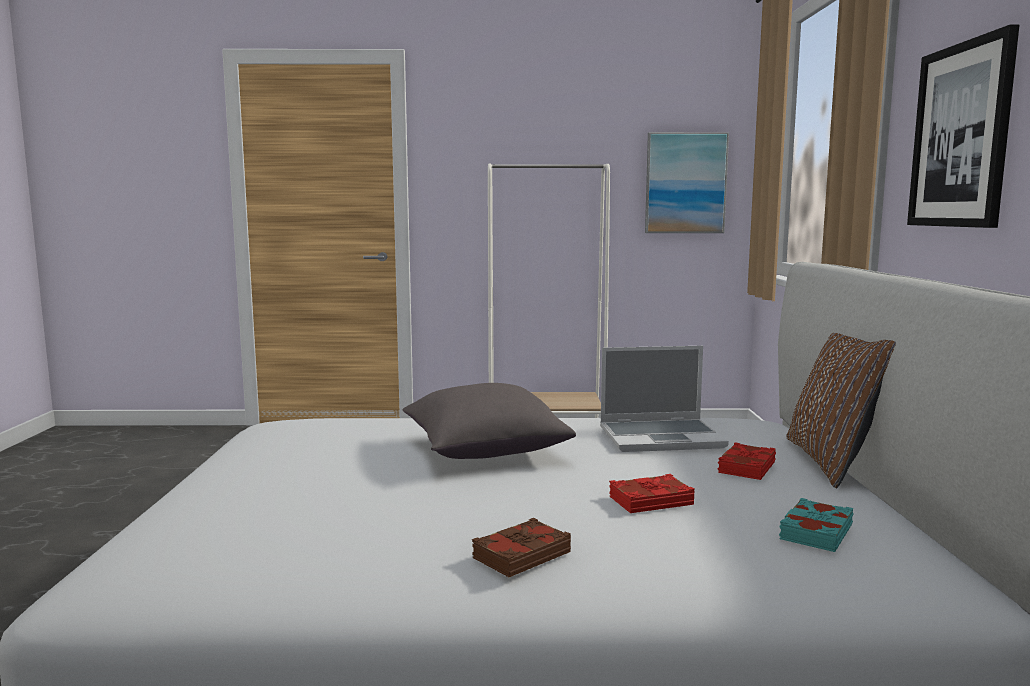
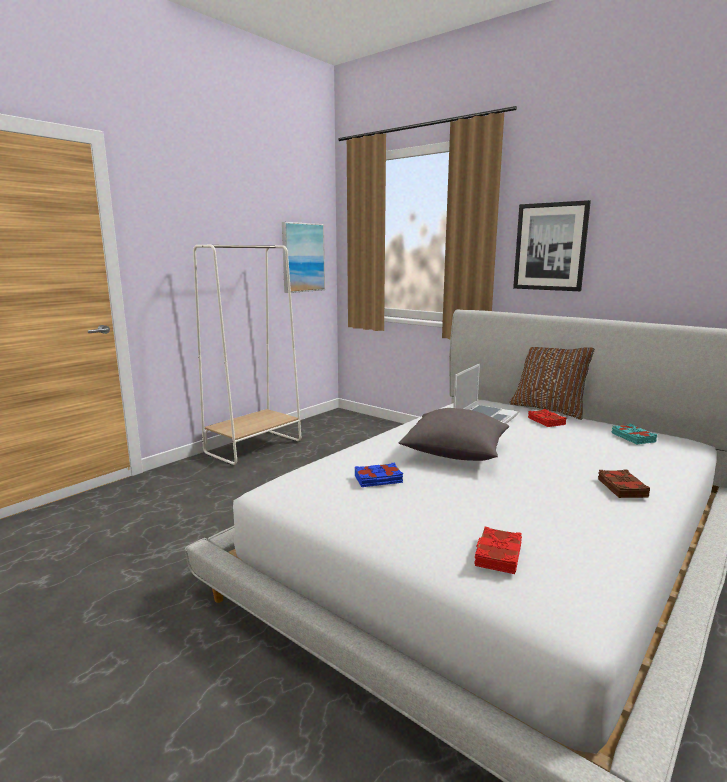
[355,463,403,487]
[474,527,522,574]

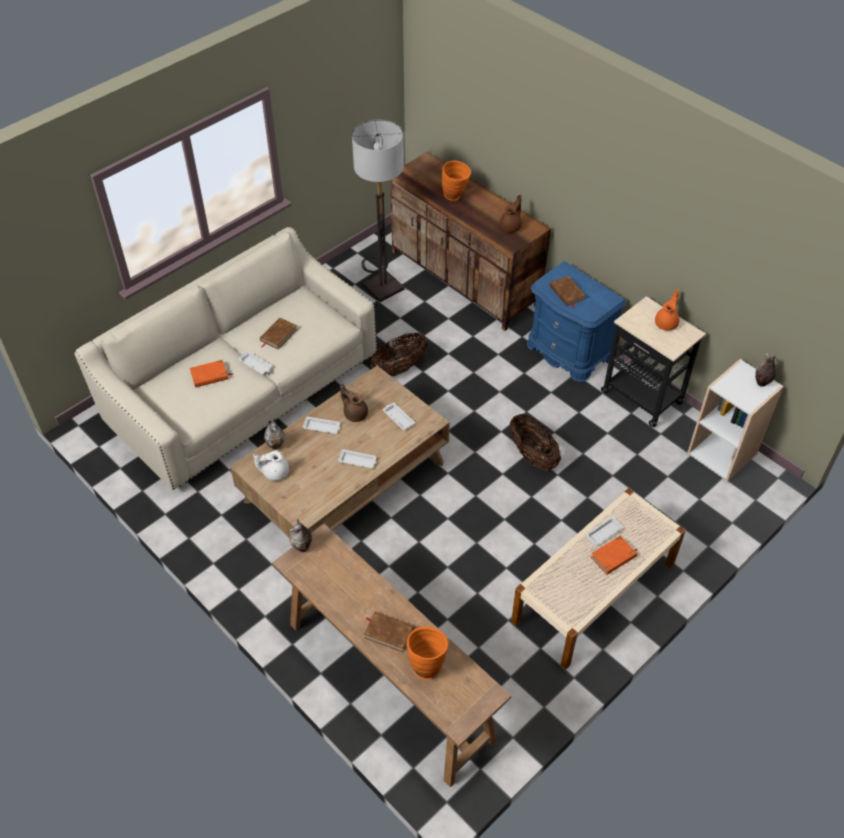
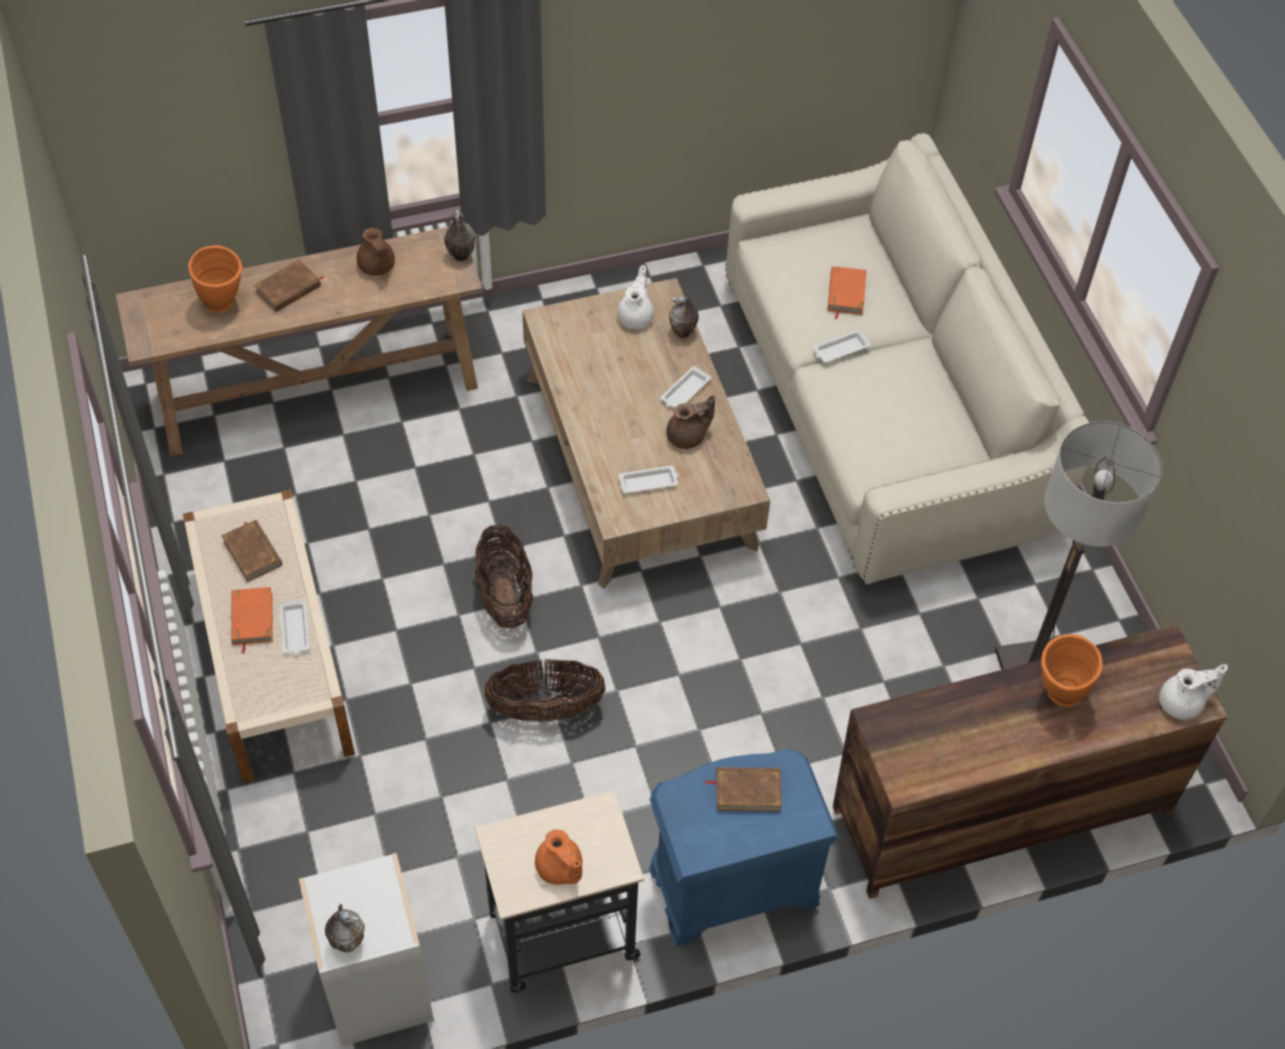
[221,520,282,582]
[357,228,395,276]
[475,525,533,628]
[1159,664,1228,720]
[338,449,377,469] (first image)

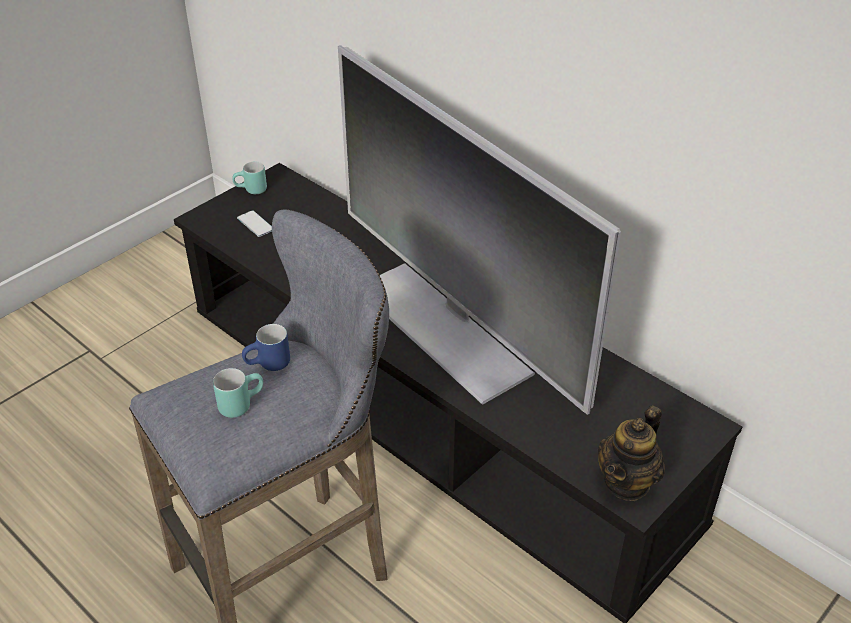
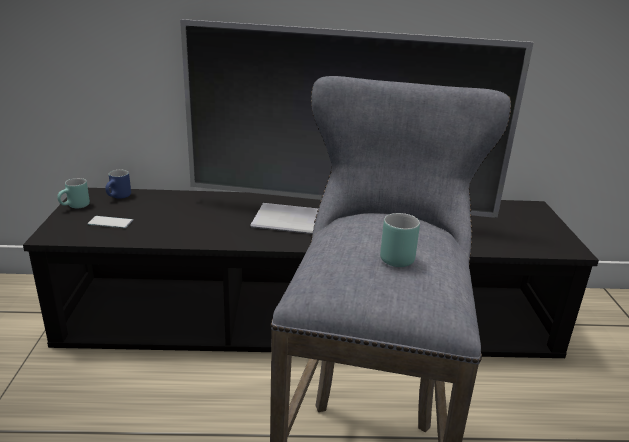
[105,170,131,199]
[598,405,665,501] (first image)

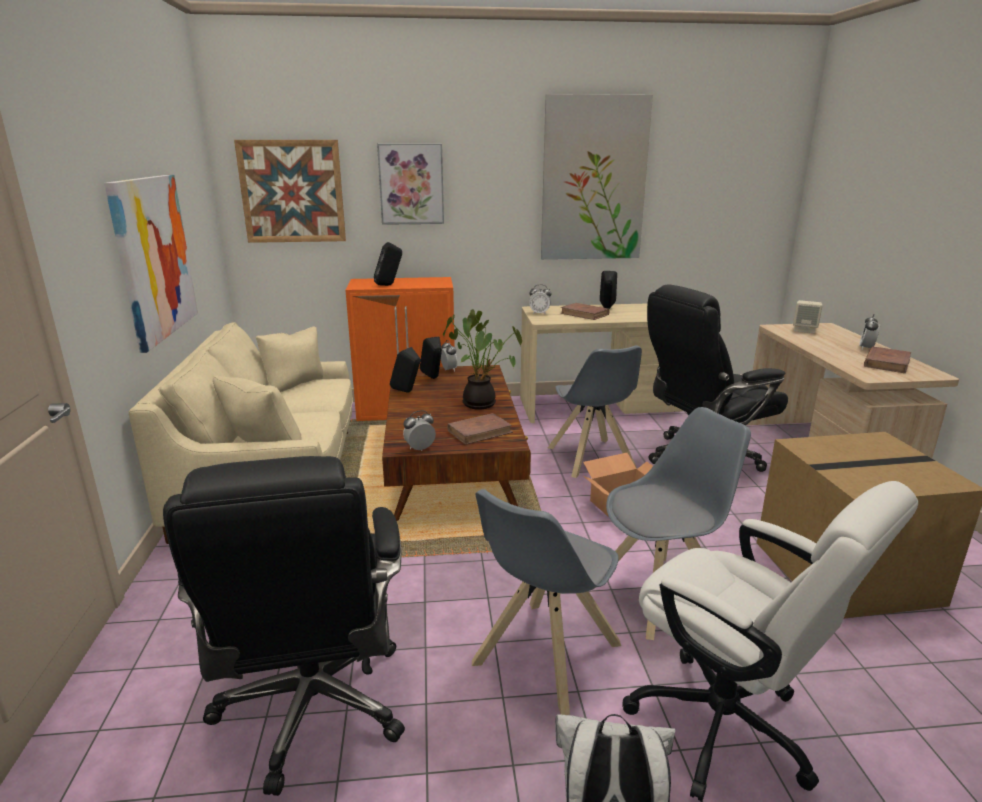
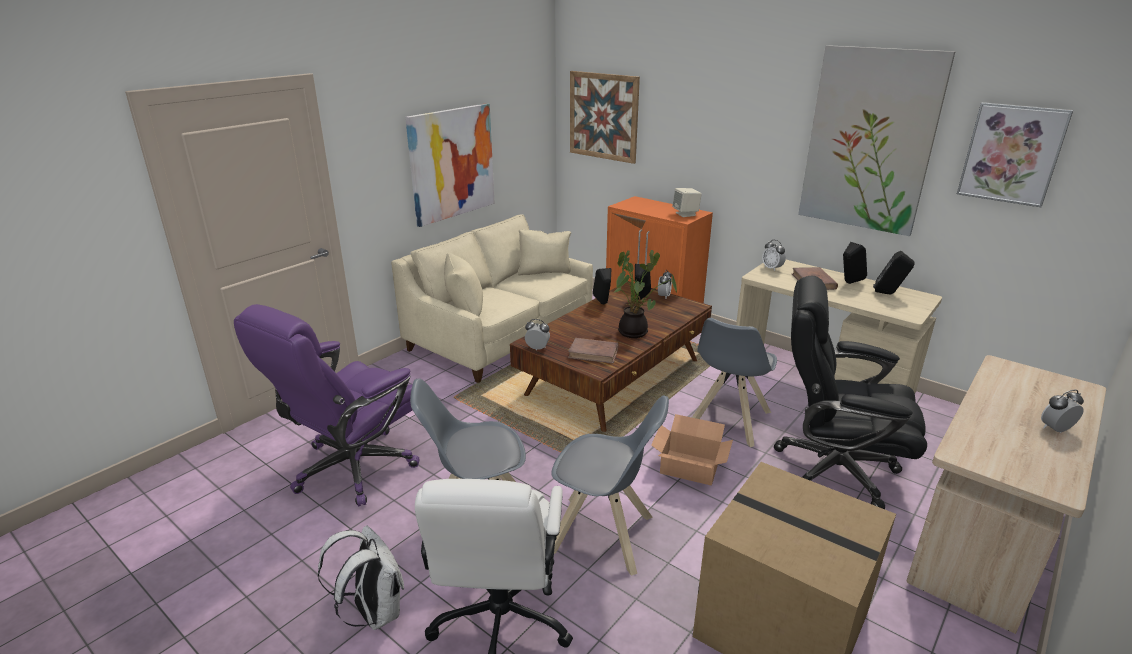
[234,304,420,506]
[672,188,702,217]
[873,251,915,294]
[957,102,1073,207]
[864,346,911,373] (first image)

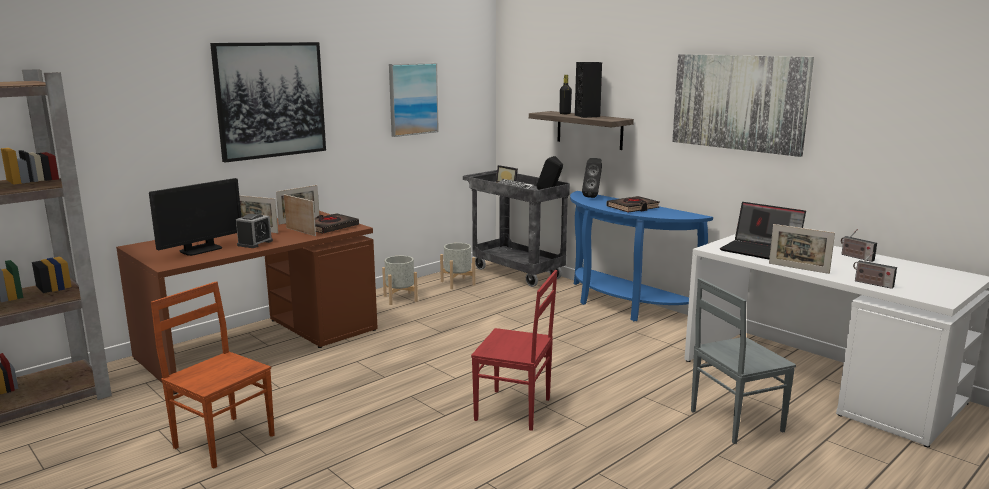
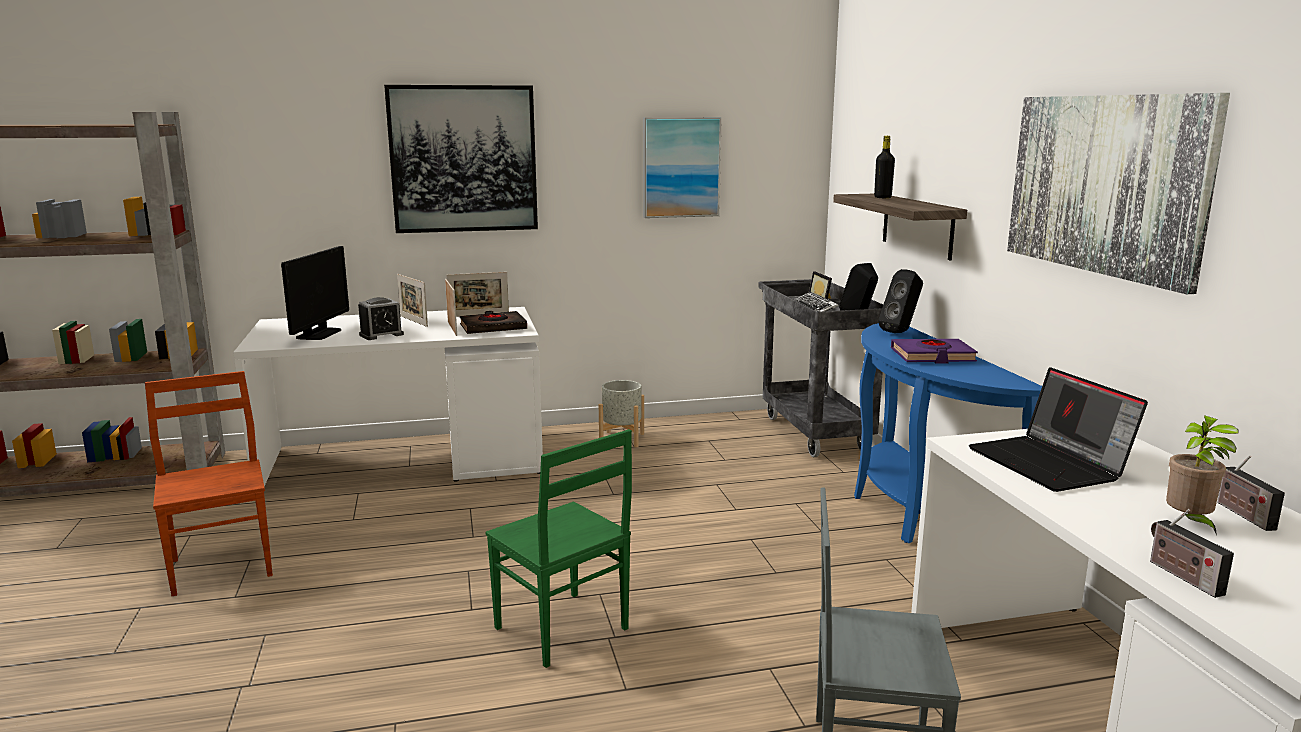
[233,307,543,486]
[281,246,349,340]
[486,429,632,668]
[891,339,978,364]
[1166,415,1238,536]
[440,243,475,289] (first image)
[575,62,602,118] (first image)
[769,224,835,274] (first image)

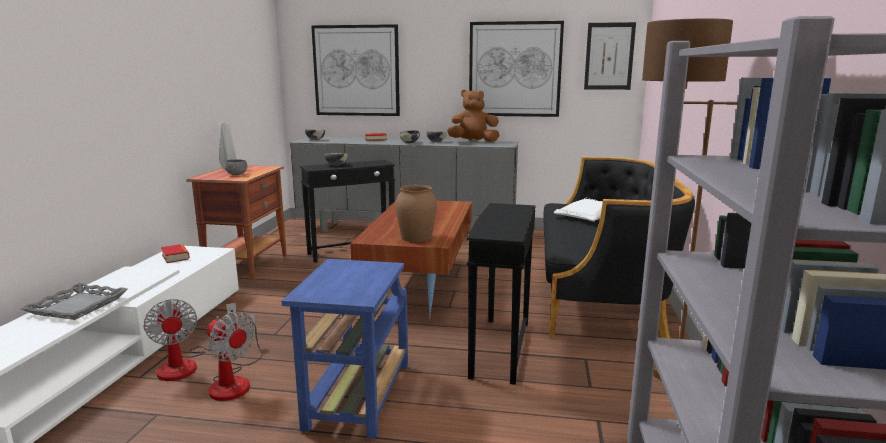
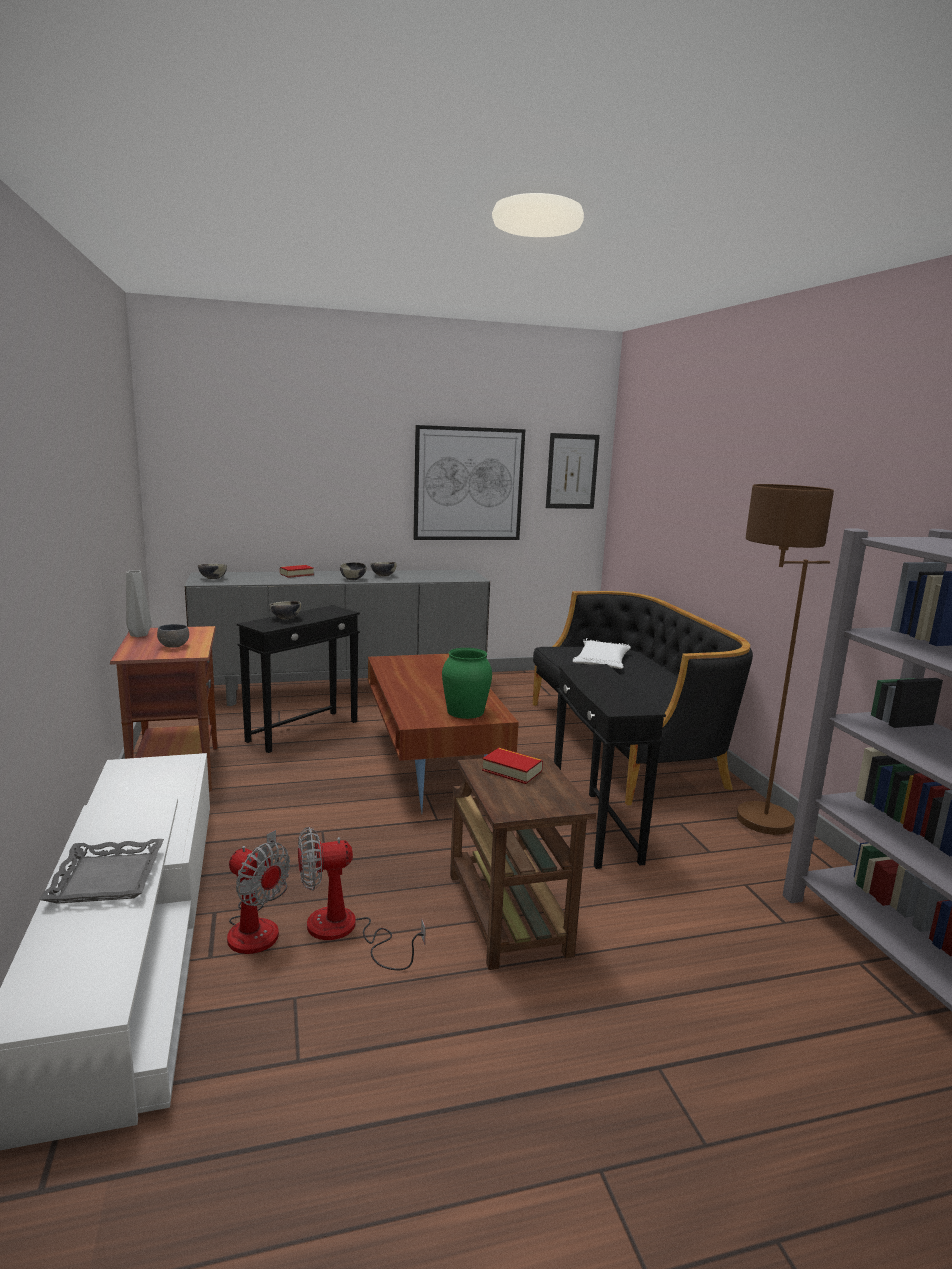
[298,827,426,970]
[442,648,492,719]
[450,753,596,970]
[482,748,543,784]
[311,24,400,116] (first image)
[447,90,499,142] (first image)

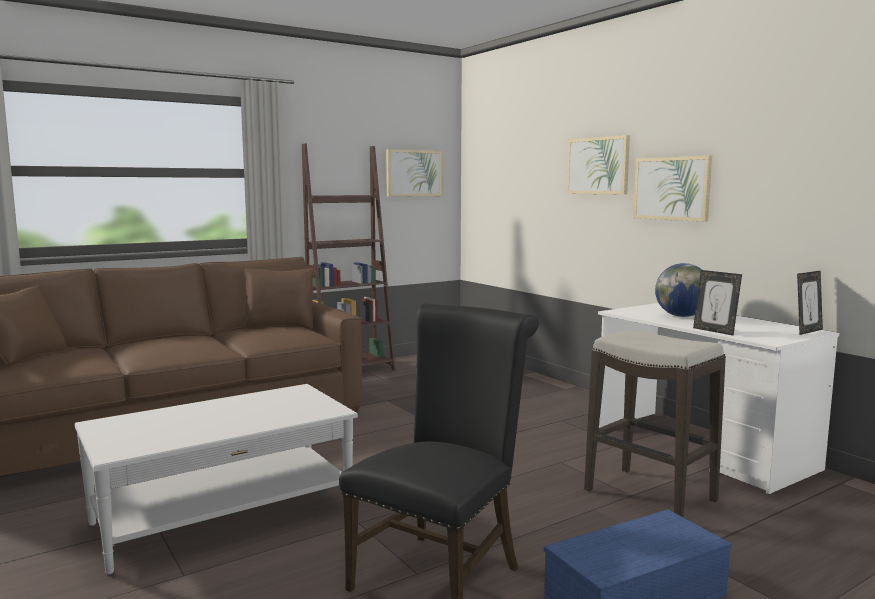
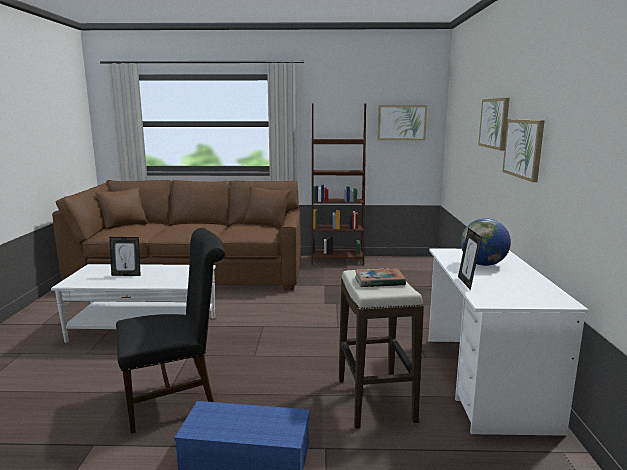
[109,237,141,276]
[355,268,406,287]

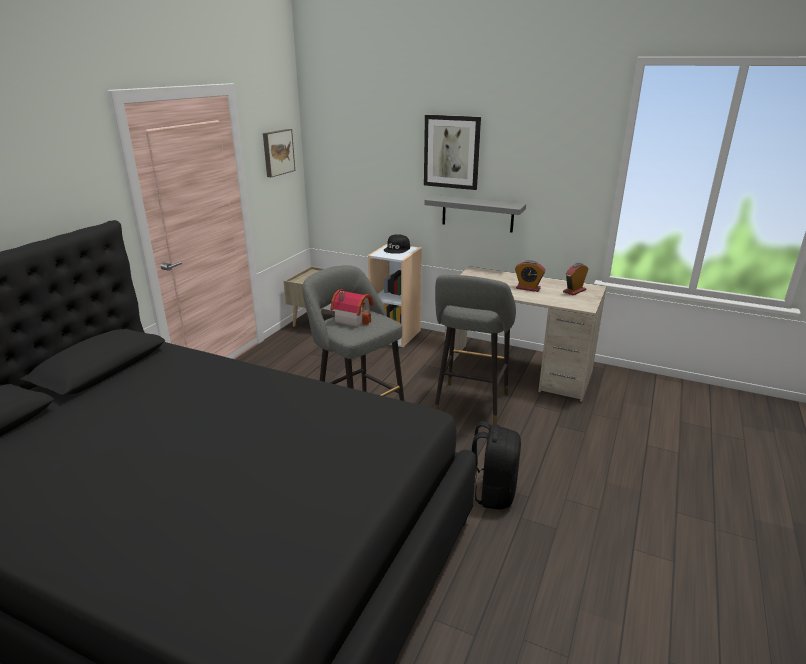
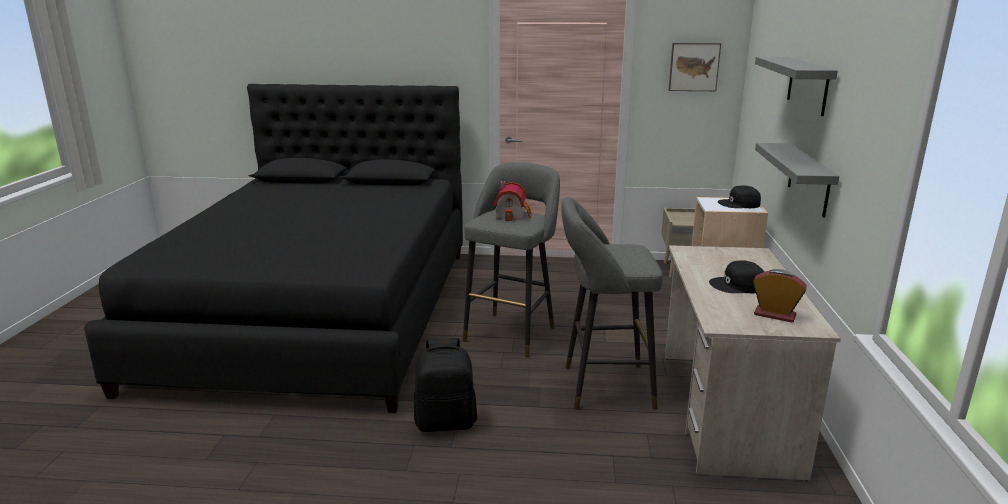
[709,260,764,293]
[755,57,838,116]

